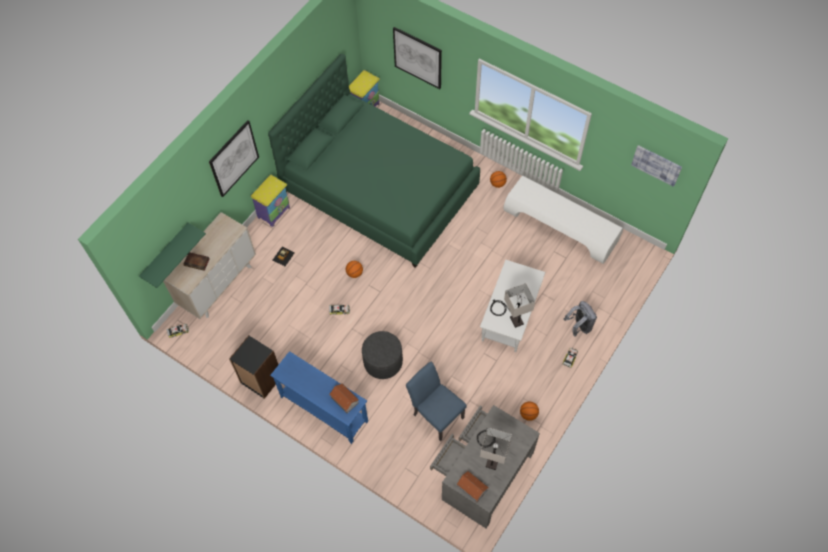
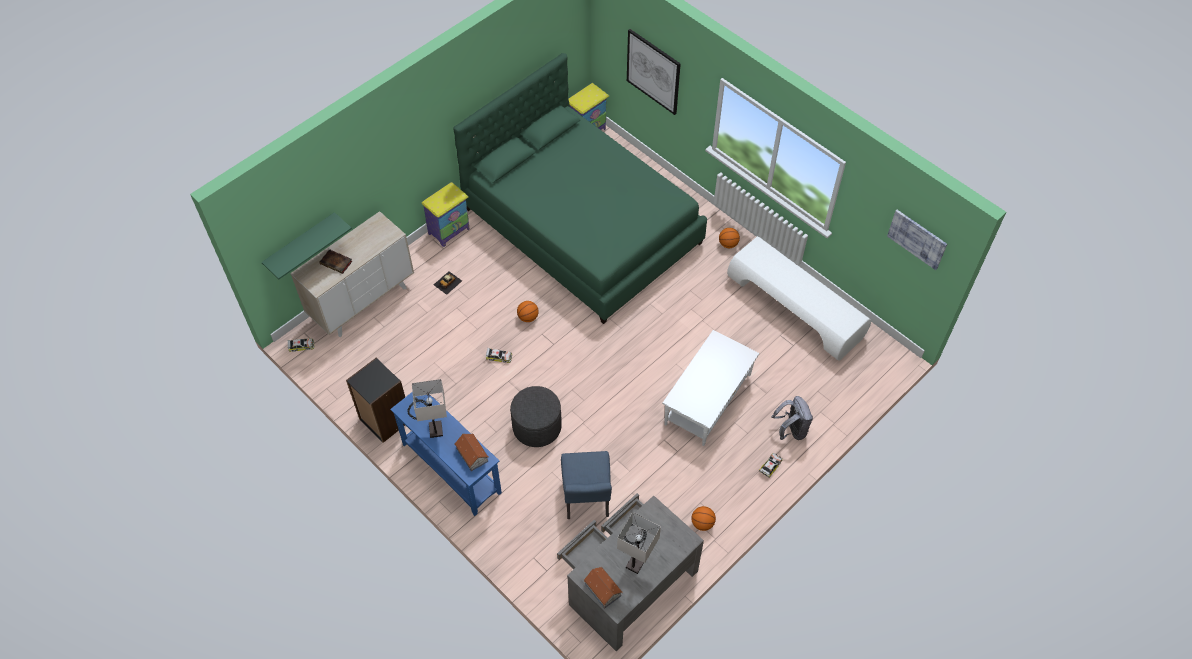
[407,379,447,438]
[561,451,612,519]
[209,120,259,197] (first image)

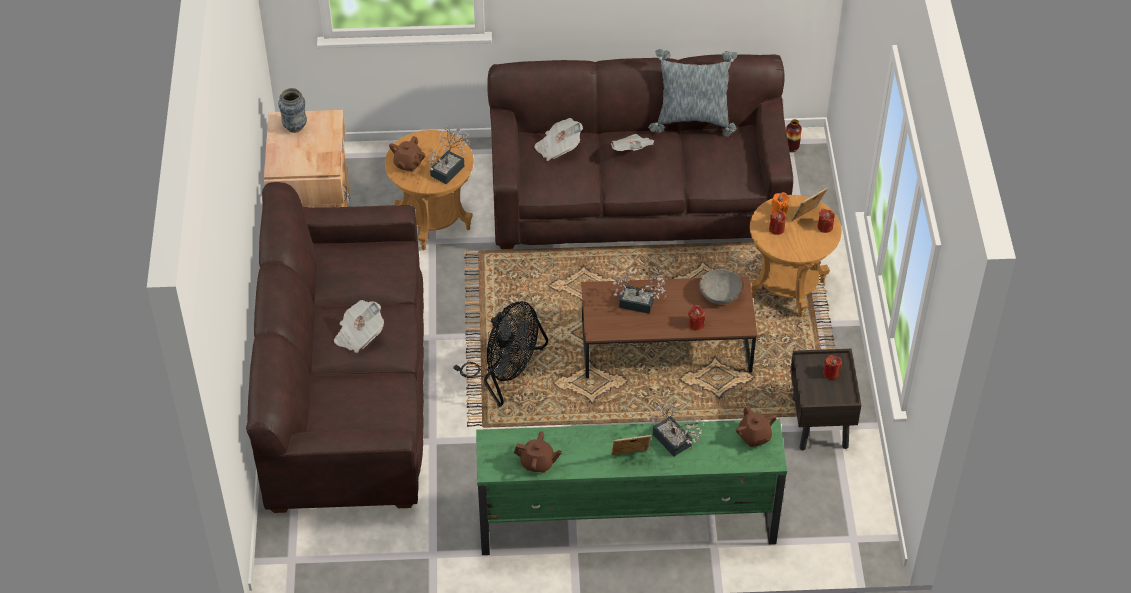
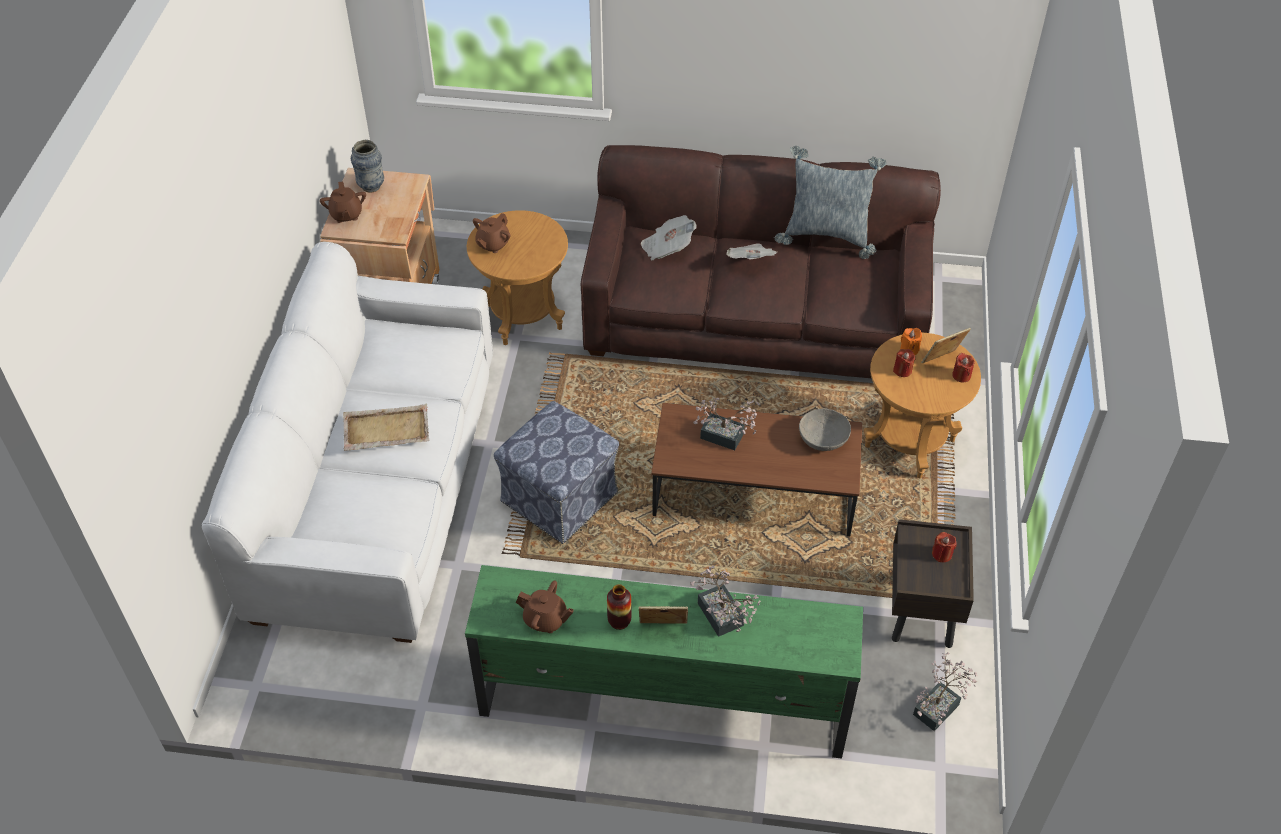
[202,242,493,643]
[320,181,366,223]
[343,404,429,451]
[494,401,619,544]
[607,584,631,630]
[913,652,977,731]
[688,305,705,330] (first image)

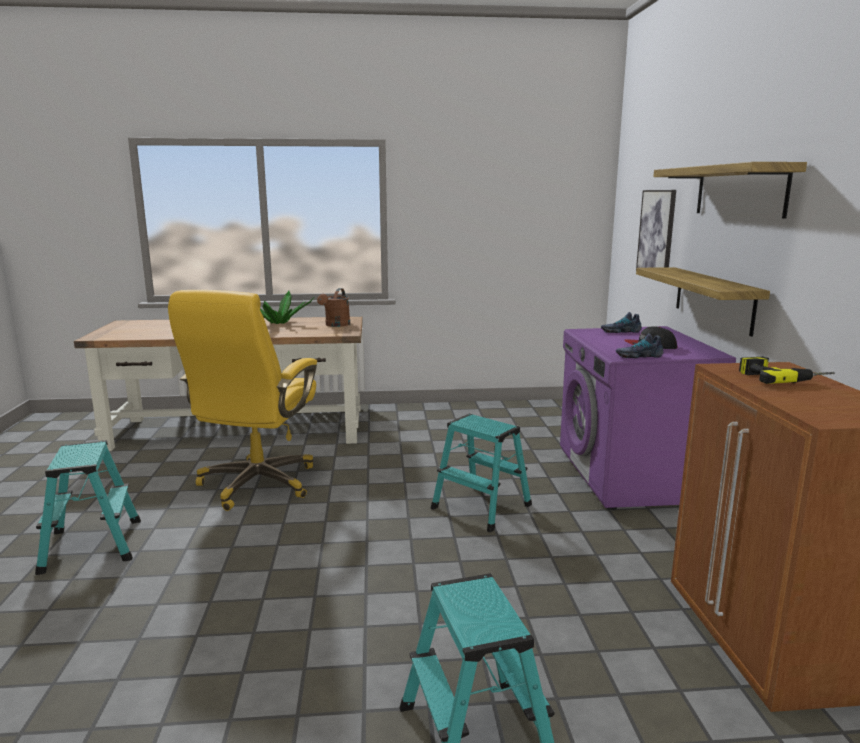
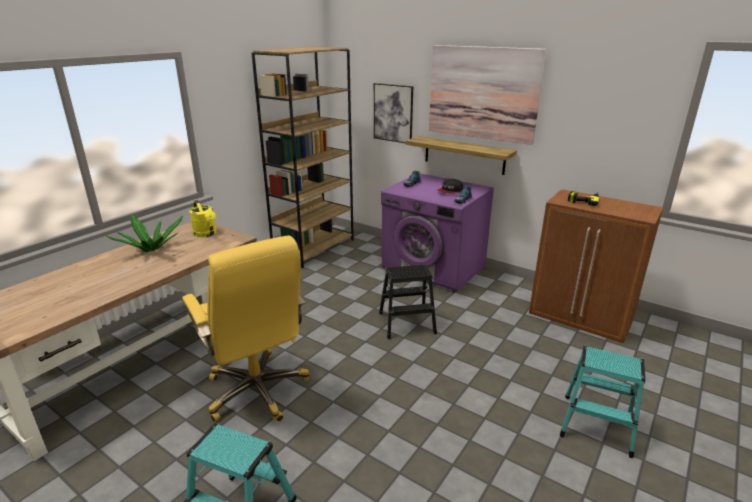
[189,200,217,237]
[252,47,354,268]
[379,264,437,339]
[429,45,546,145]

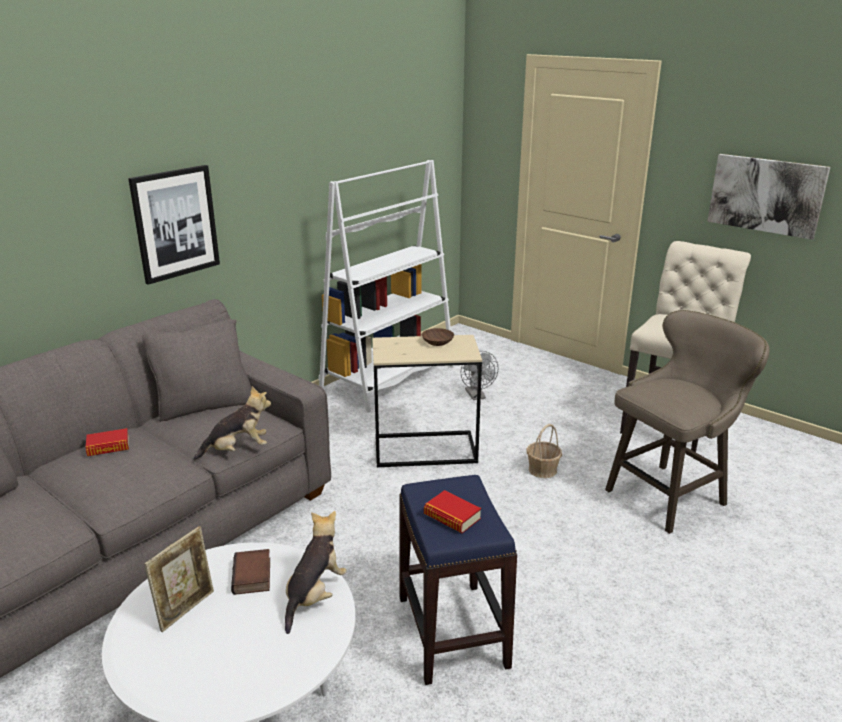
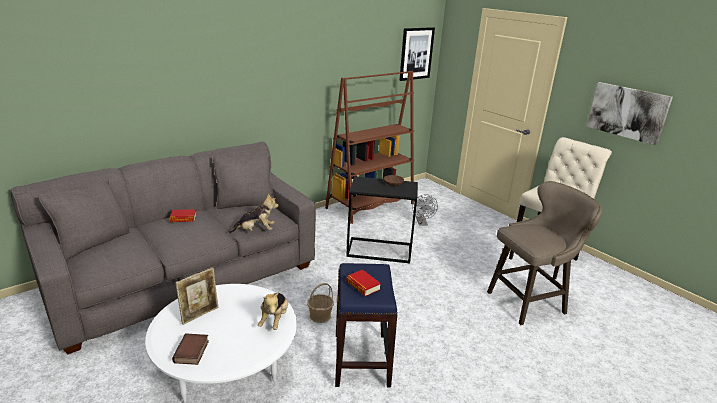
[172,333,209,365]
[258,292,288,330]
[307,283,334,323]
[325,71,414,224]
[346,176,418,263]
[399,27,435,81]

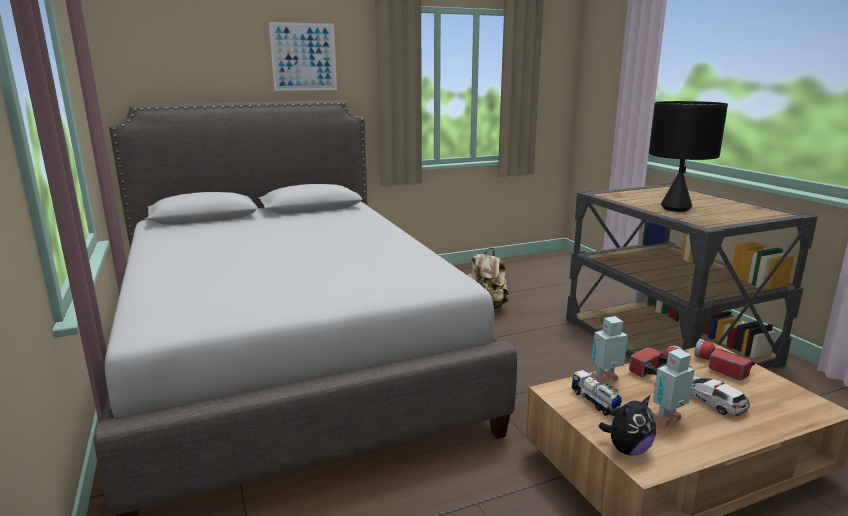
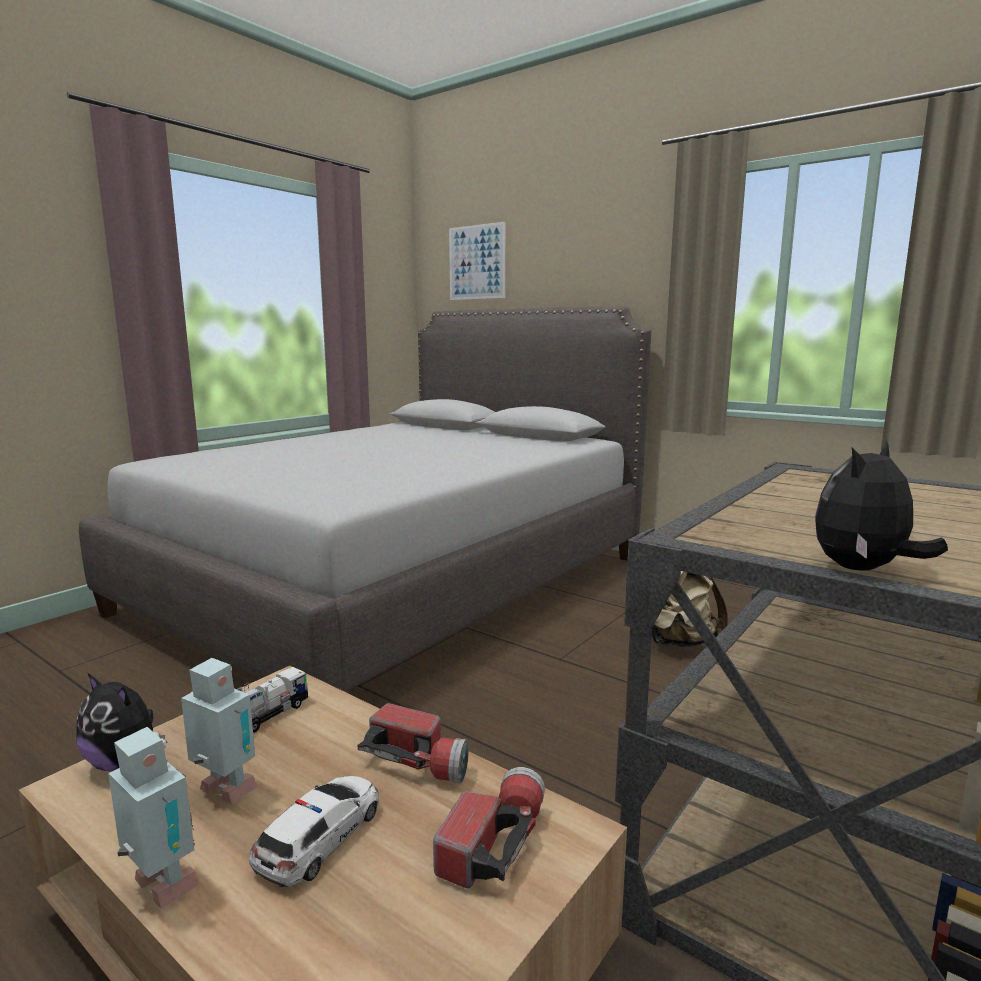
[108,727,199,909]
[449,221,505,300]
[815,439,948,571]
[649,101,728,212] (first image)

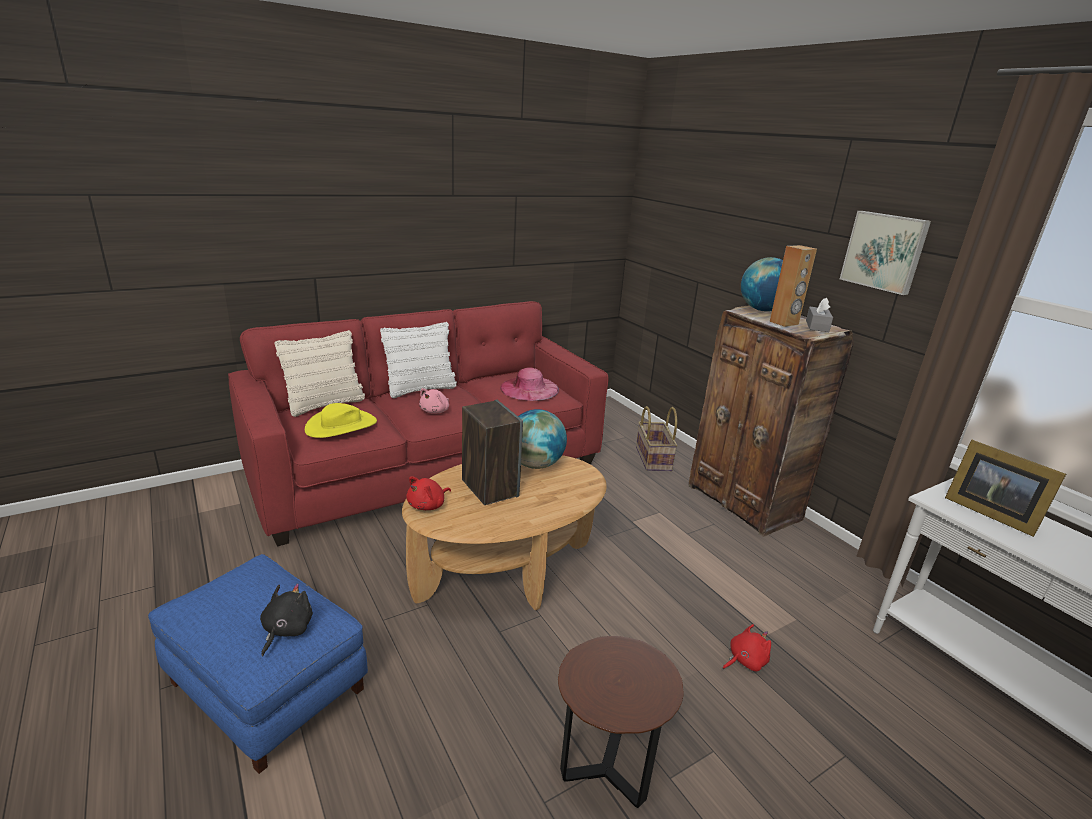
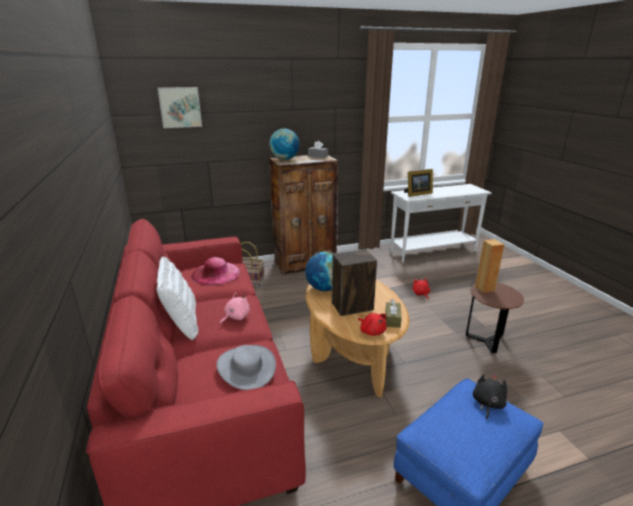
[157,87,202,128]
[217,345,276,390]
[219,293,250,324]
[385,299,402,328]
[473,374,508,420]
[475,239,505,293]
[274,330,365,417] (first image)

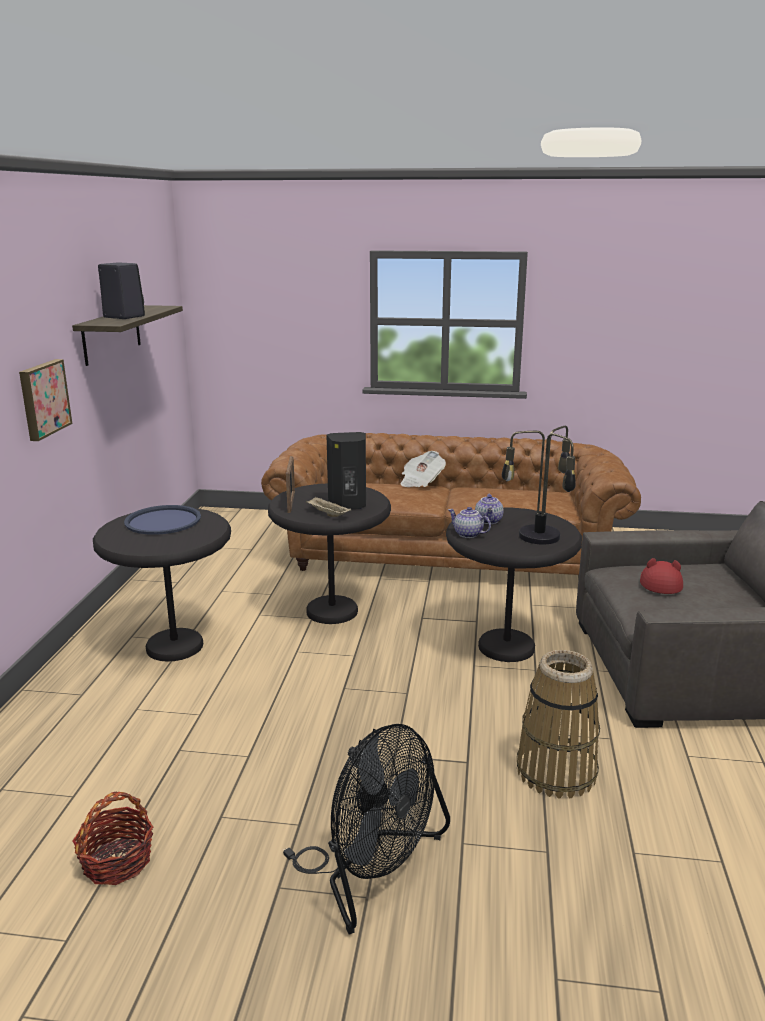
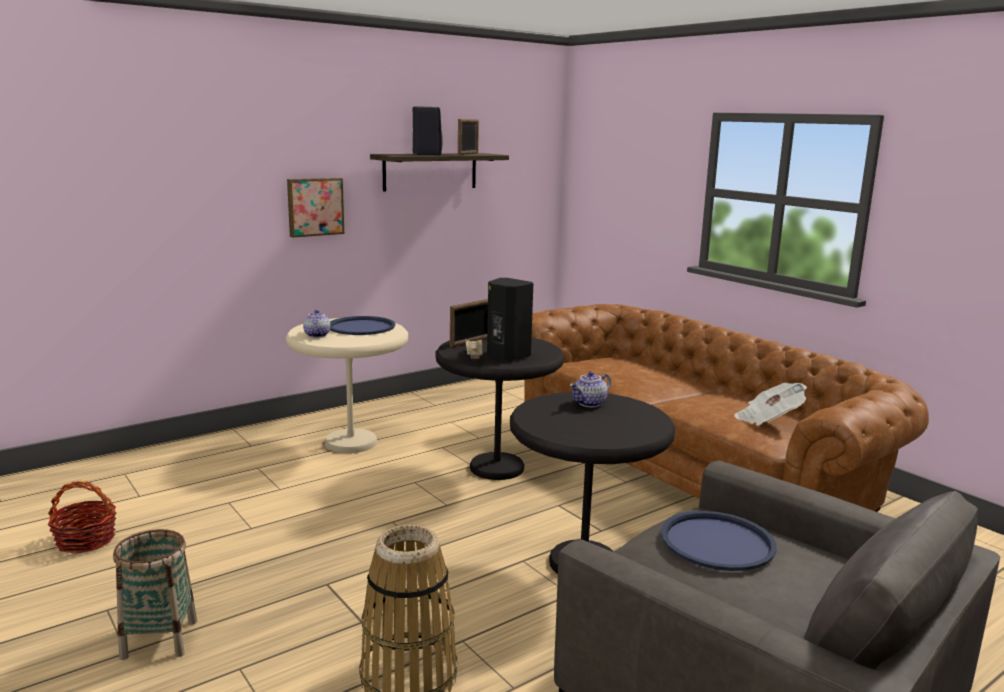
[113,529,197,660]
[286,318,408,453]
[303,310,331,338]
[458,119,479,155]
[661,511,777,571]
[734,383,807,425]
[502,426,576,545] (first image)

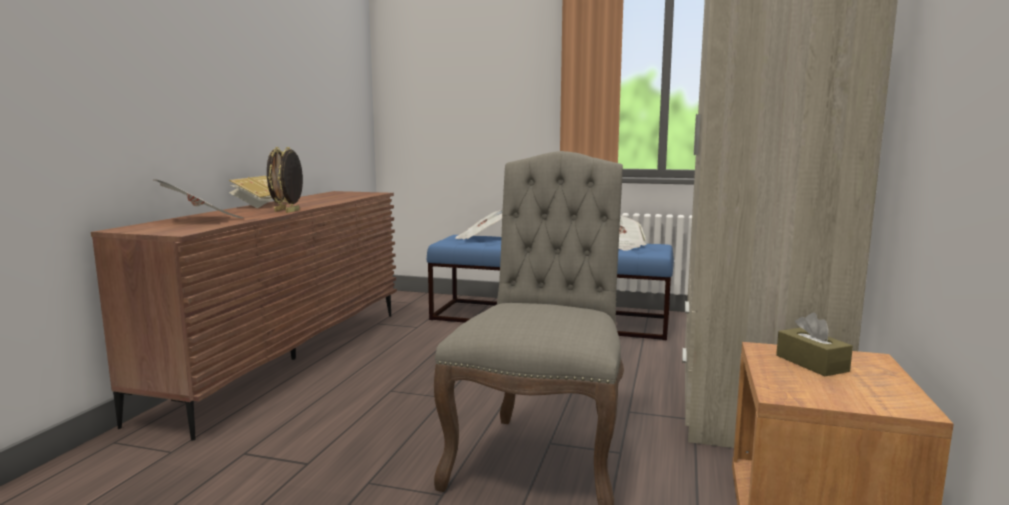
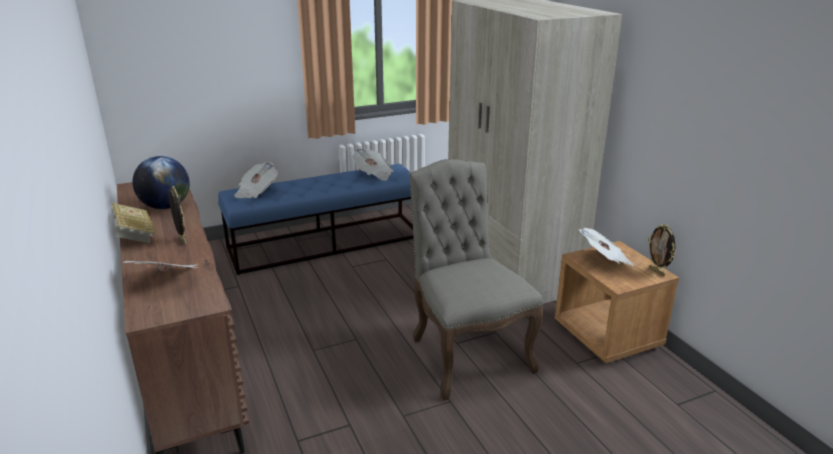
[132,156,190,209]
[579,228,634,266]
[648,224,676,276]

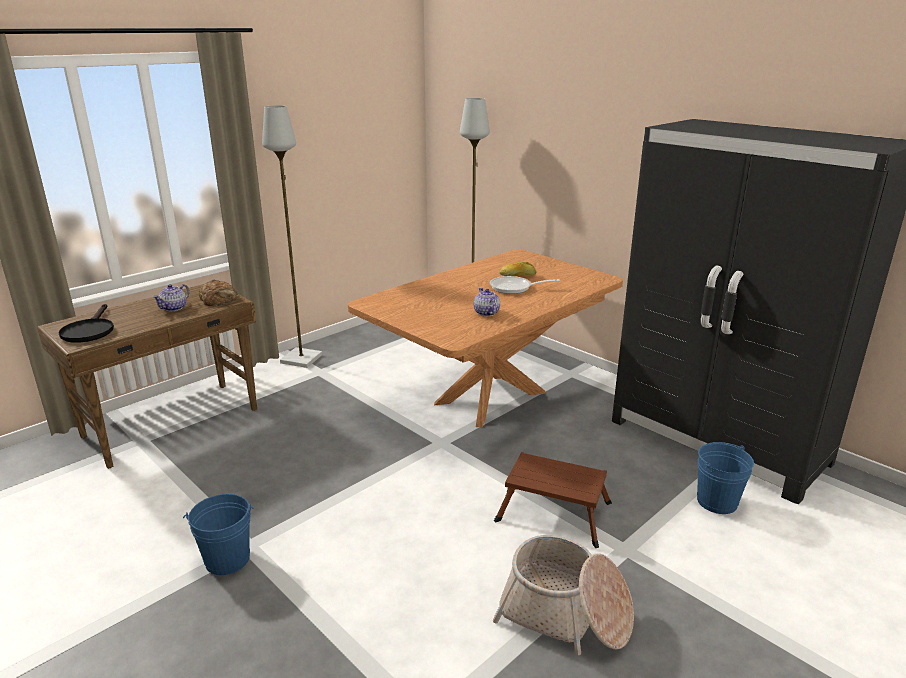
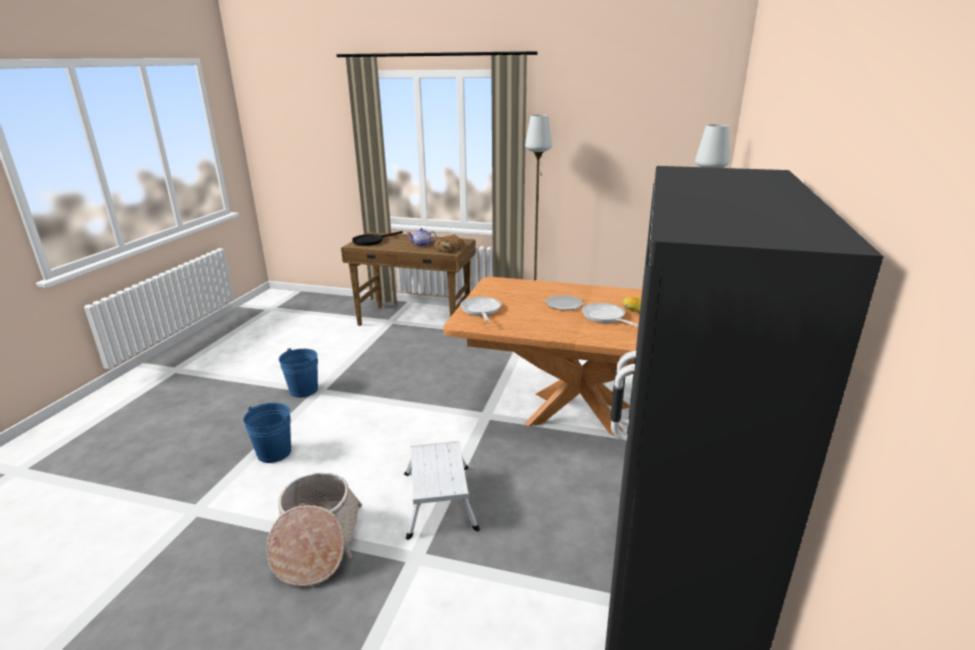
[243,402,291,463]
[404,441,480,540]
[460,297,501,321]
[545,295,584,310]
[474,288,500,317] (first image)

